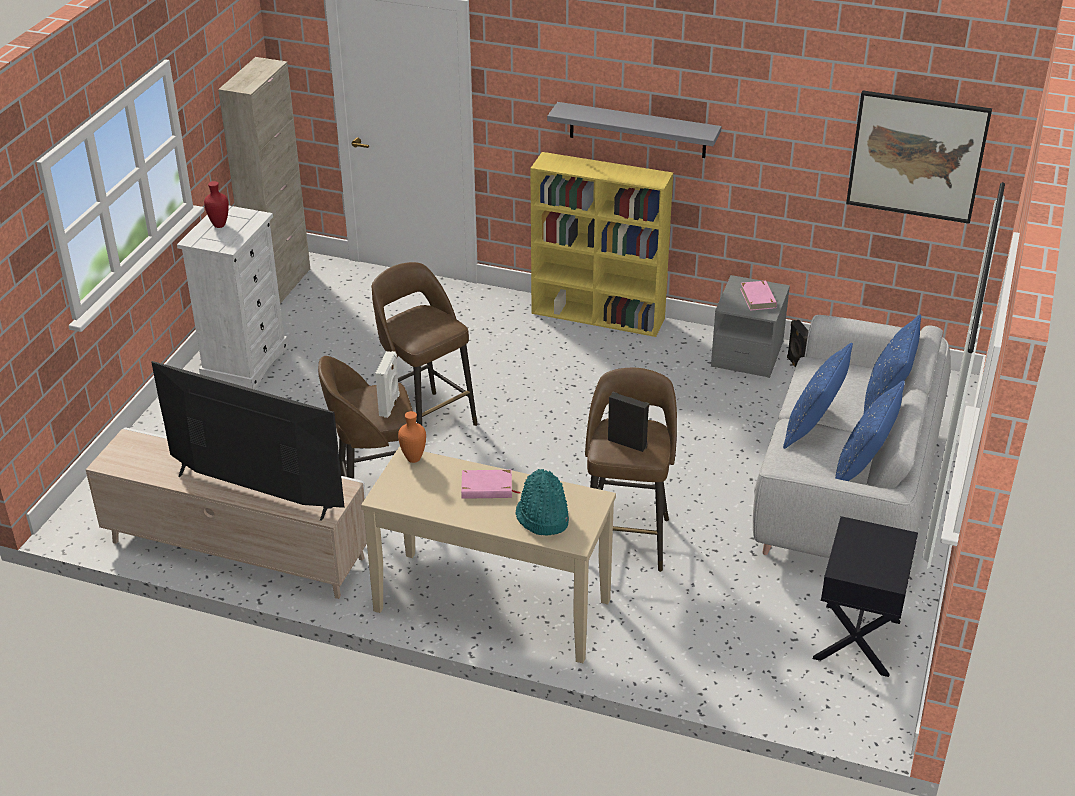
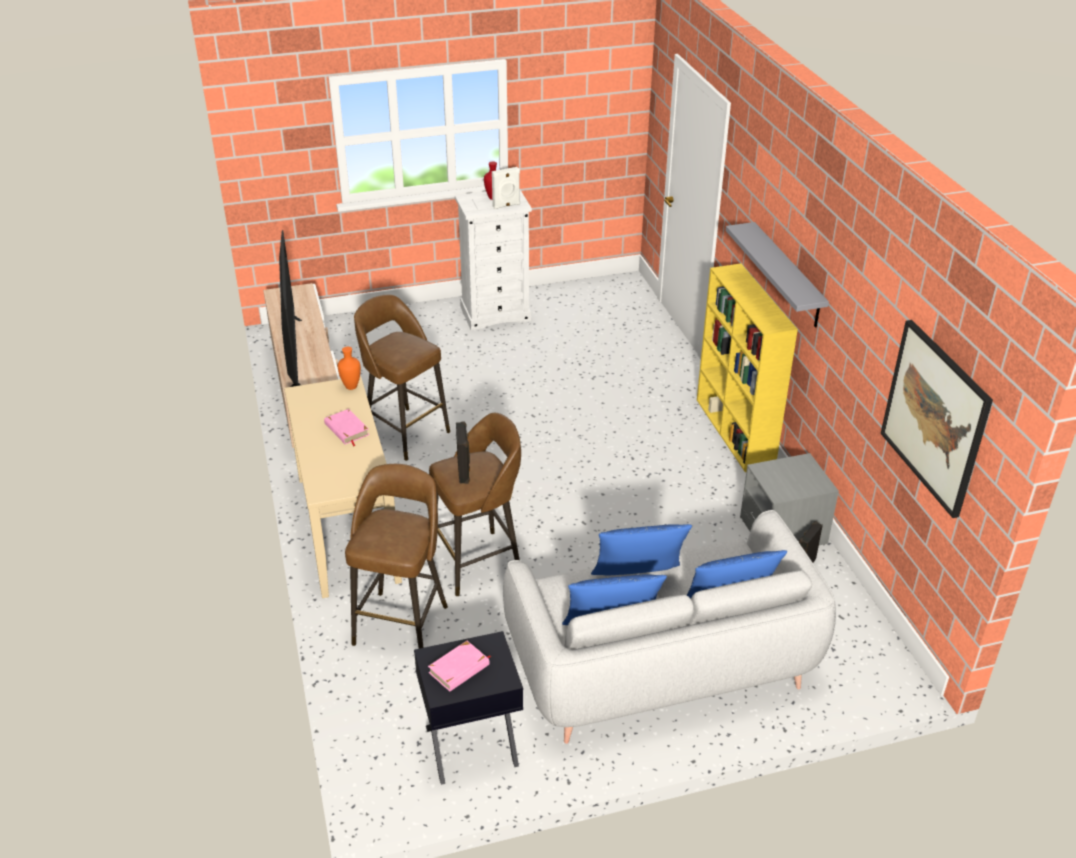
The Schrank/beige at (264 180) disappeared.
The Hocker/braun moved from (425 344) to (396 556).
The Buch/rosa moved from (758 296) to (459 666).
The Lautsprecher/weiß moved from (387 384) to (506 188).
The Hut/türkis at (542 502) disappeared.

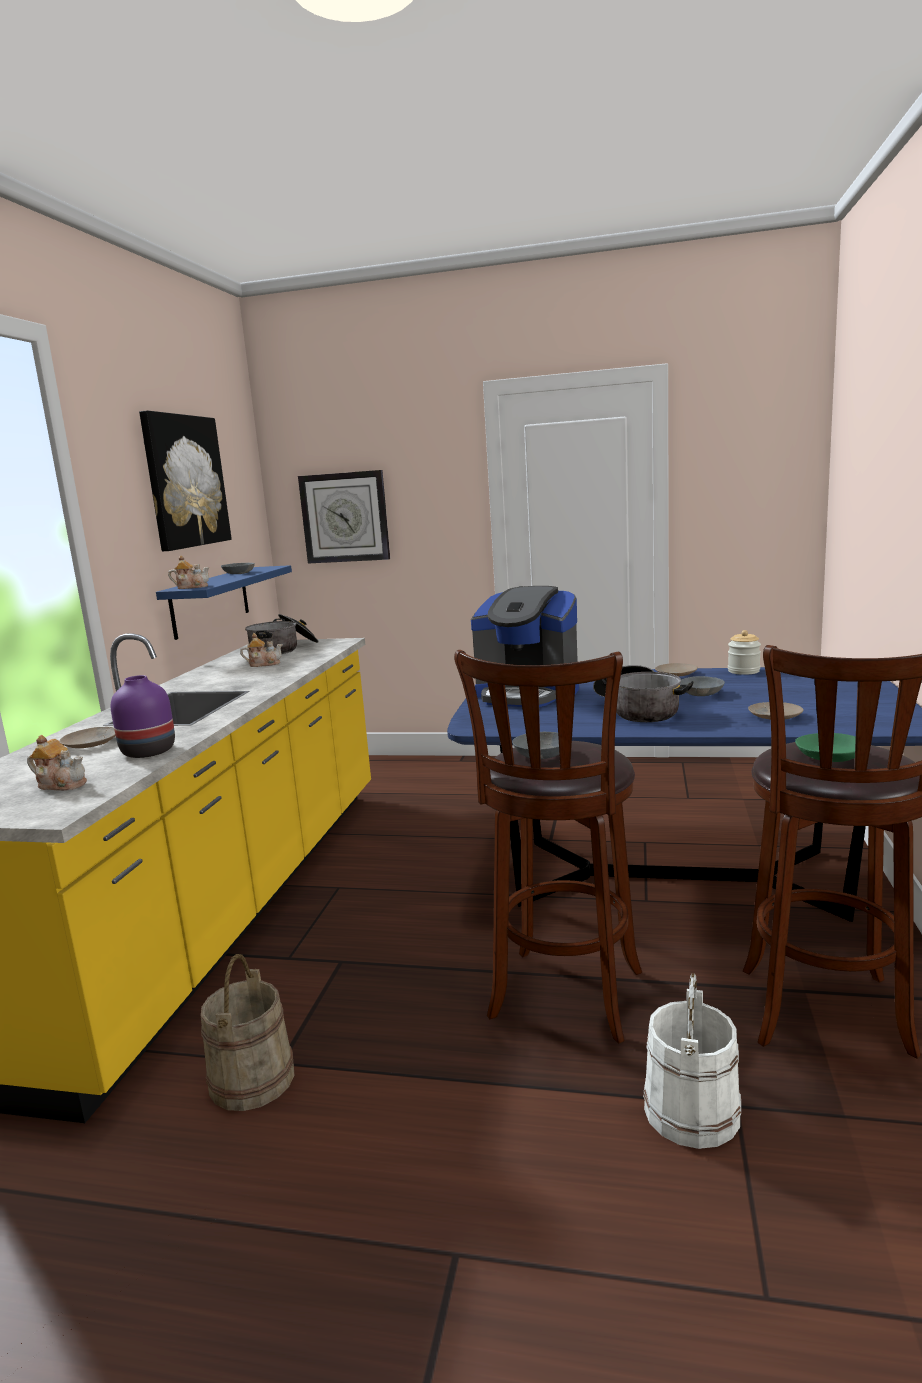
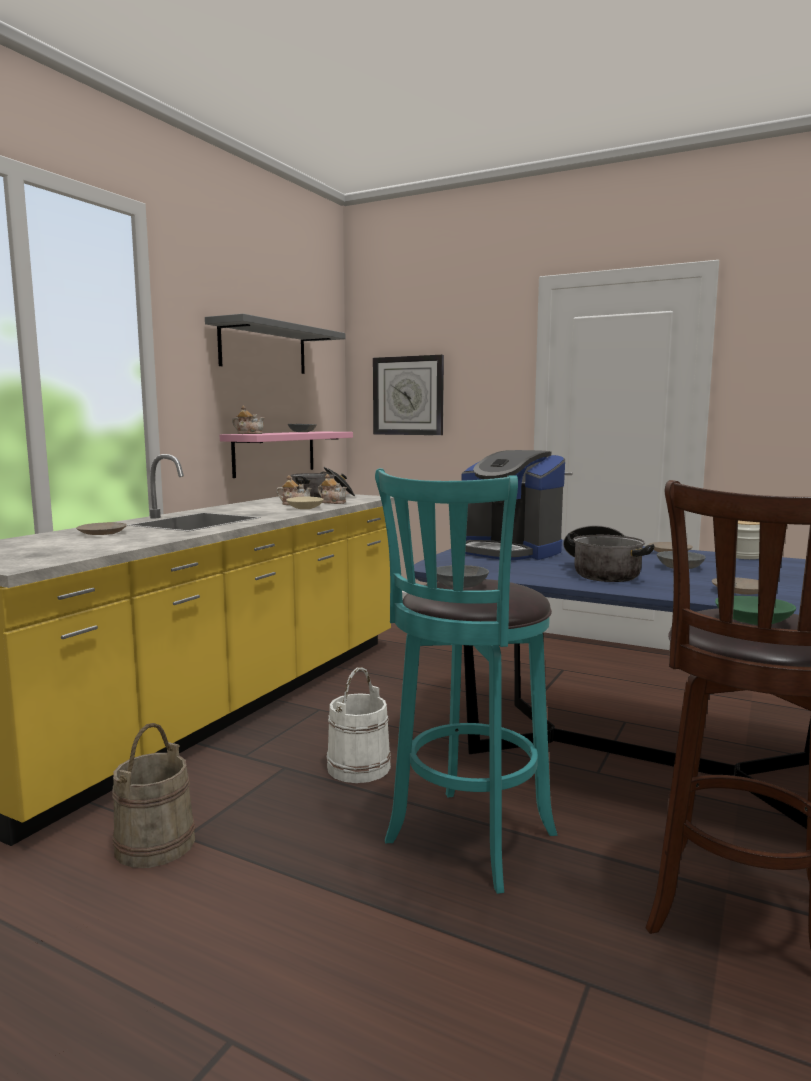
The Bild at (185 480) was replaced by the Wandregal/grau at (275 344).
The Wandregal/blau at (224 602) became the Wandregal/rosa at (286 454).
The Hocker/braun at (548 847) became the Hocker/türkis at (466 681).
The Vase/lila at (143 716) disappeared.
The Teekanne moved from (57 763) to (332 489).
The Eimer/weiß moved from (692 1061) to (359 725).
The Schüssel/beige at (305 503) appeared.

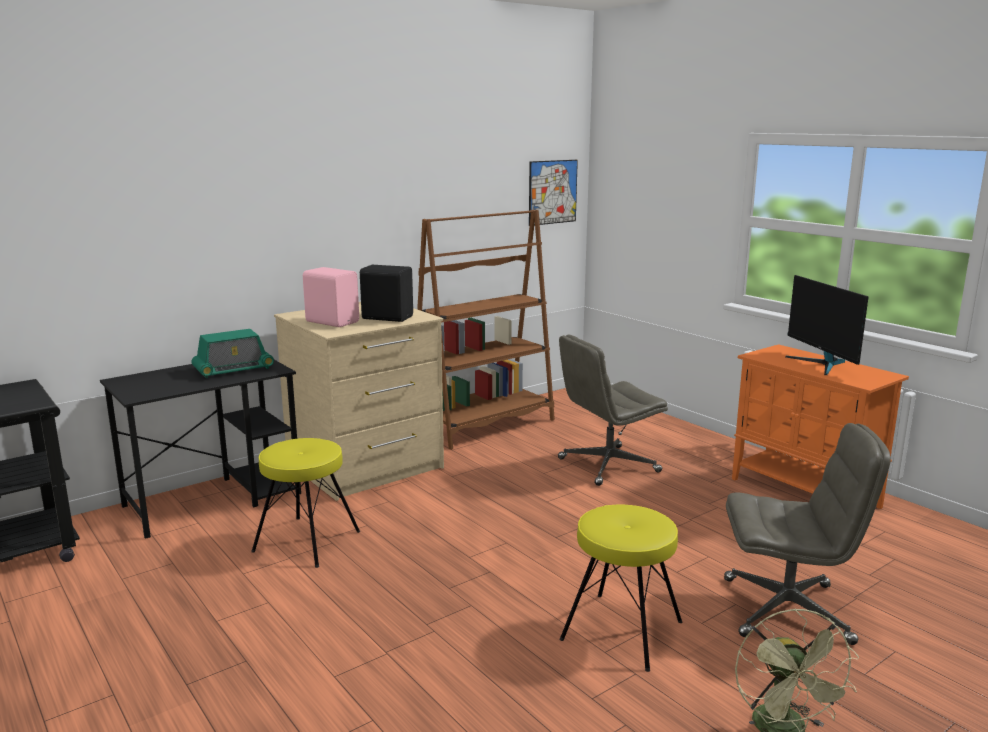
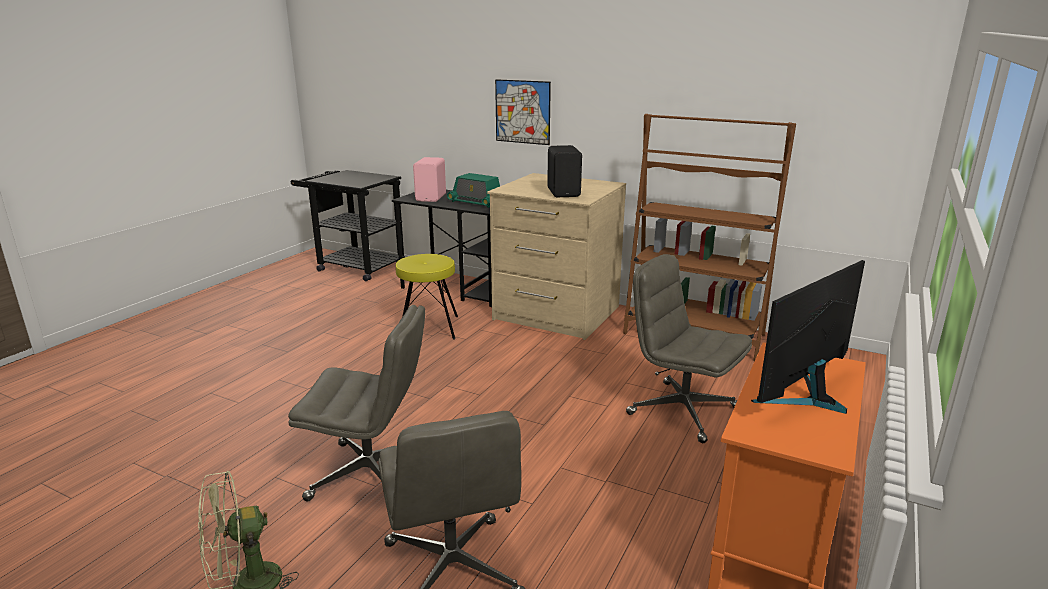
The Bild moved from (553 193) to (523 112).
The Lautsprecher/rosa moved from (331 297) to (429 179).
The Hocker/gelb at (621 588) was replaced by the Bürostuhl/grau at (356 403).

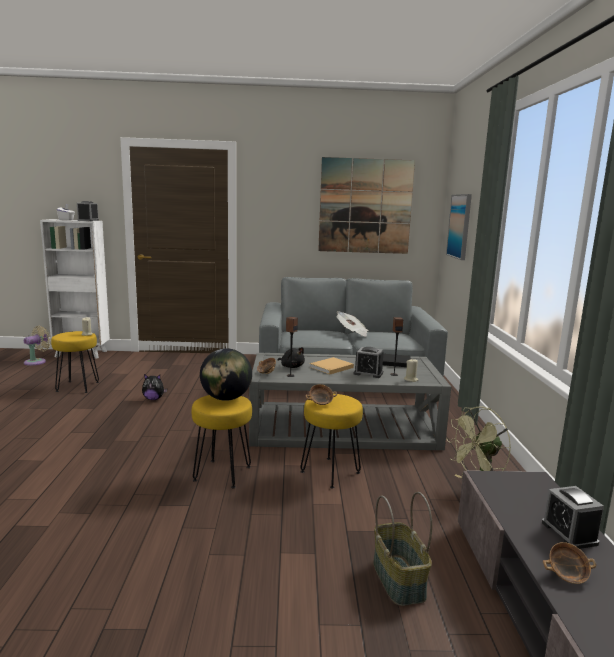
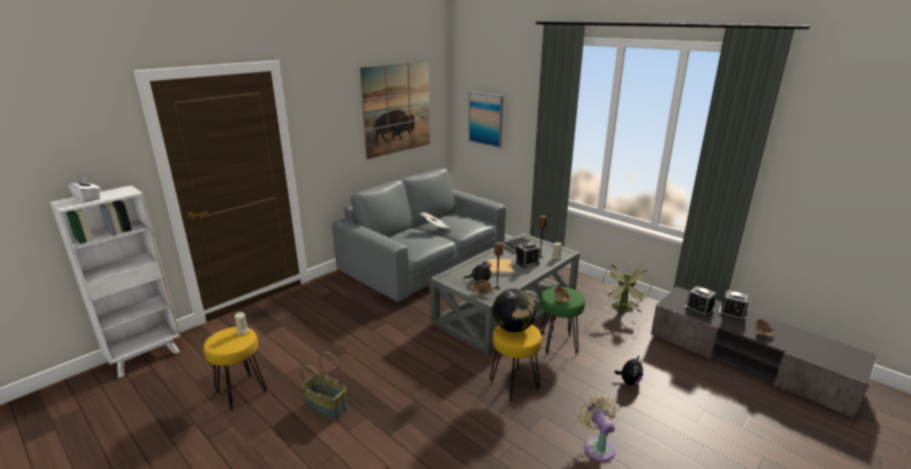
The Wecker moved from (88 211) to (700 301).
The Ventilator/beige moved from (37 346) to (597 428).
The Plüschtier moved from (154 387) to (628 370).
The Hocker/gelb at (331 441) became the Hocker/grün at (562 320).
The Korb moved from (402 549) to (324 386).

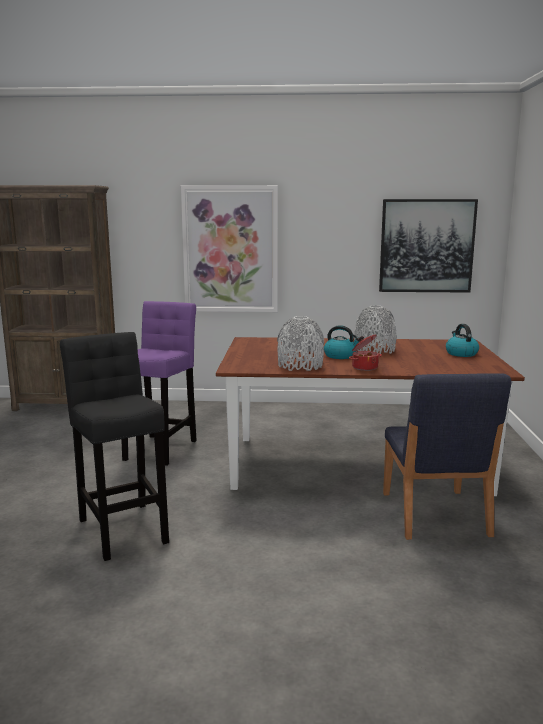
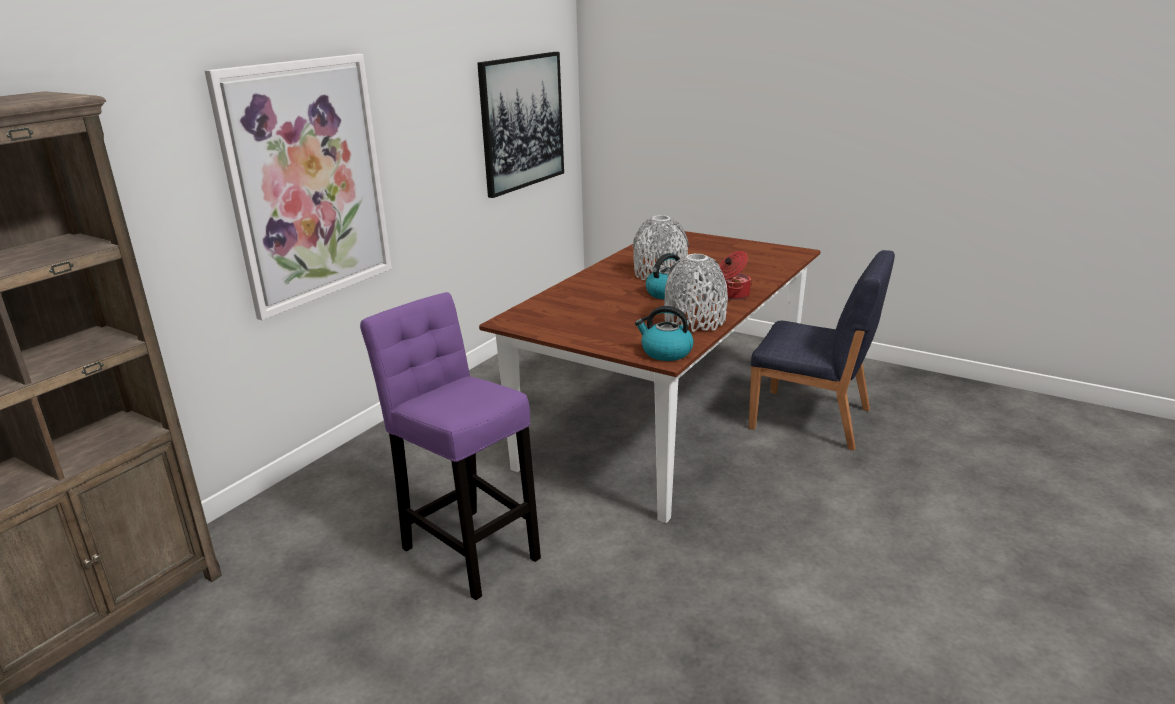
The Wasserkessel moved from (462 340) to (664 333).
The Hocker/schwarz at (114 446) disappeared.

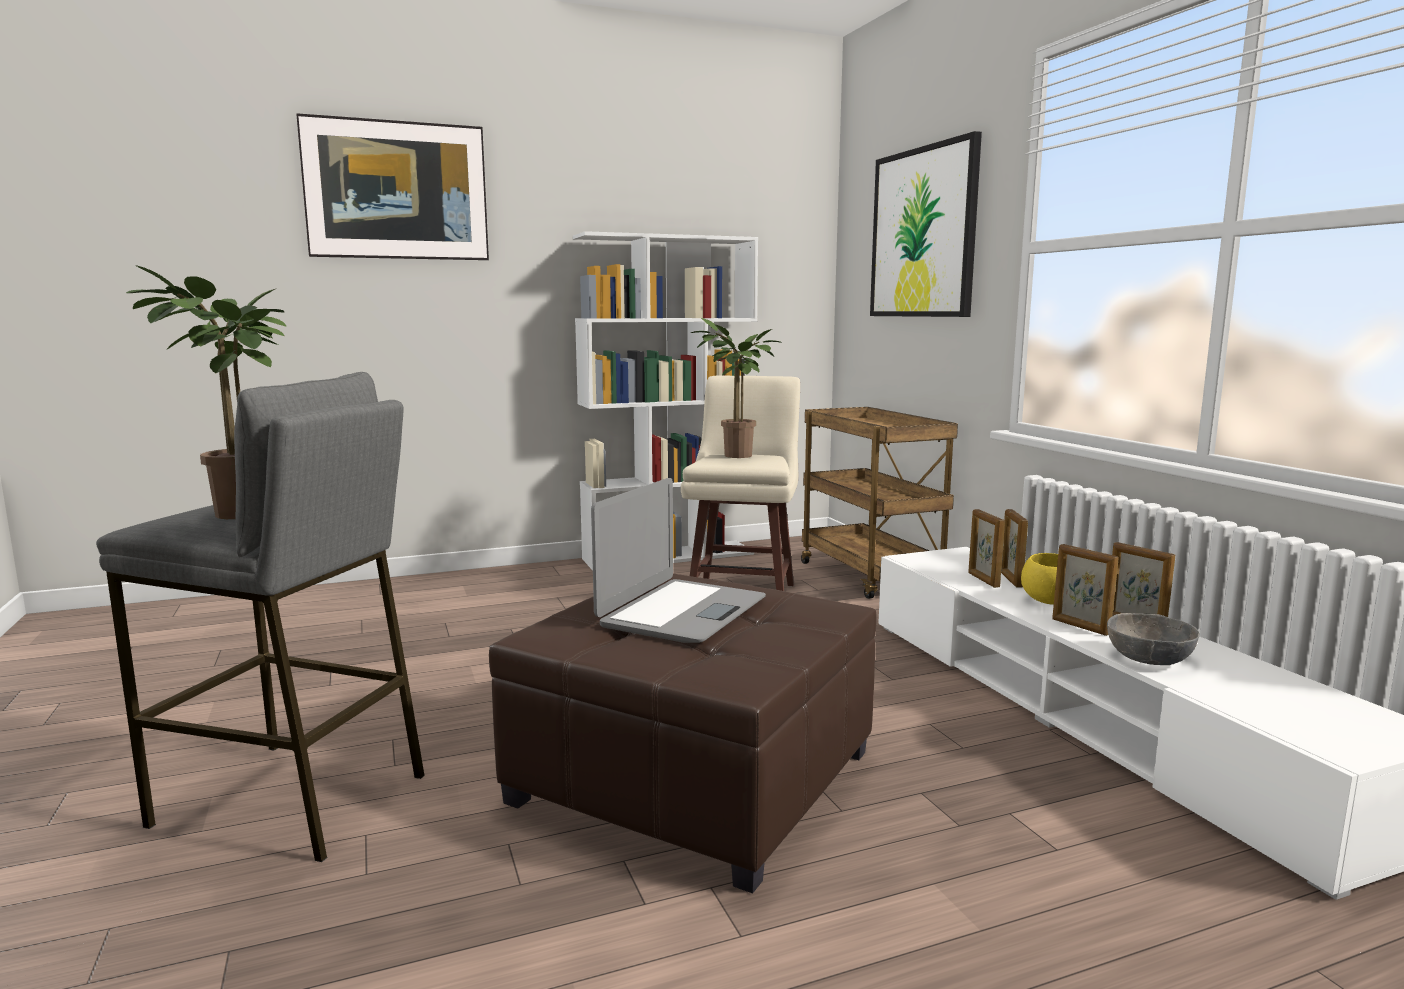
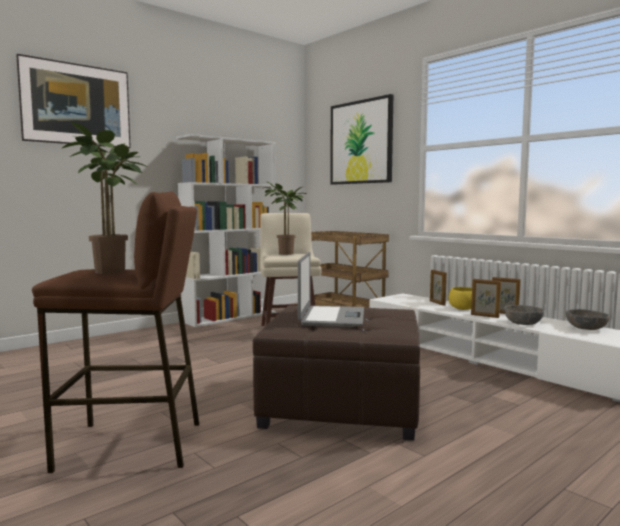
The Hocker/grau at (260 617) became the Hocker/braun at (115 332).
The Bilderrahmen at (986 548) disappeared.
The Schüssel/grau at (588 319) appeared.

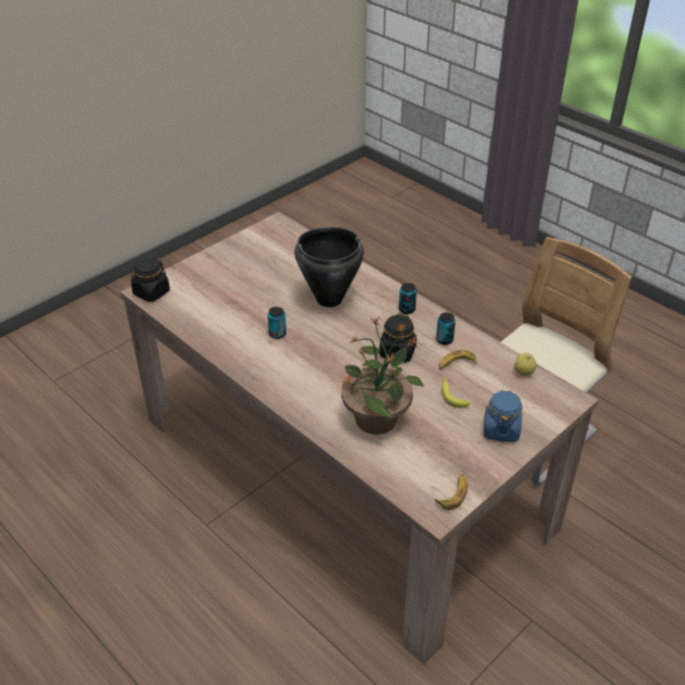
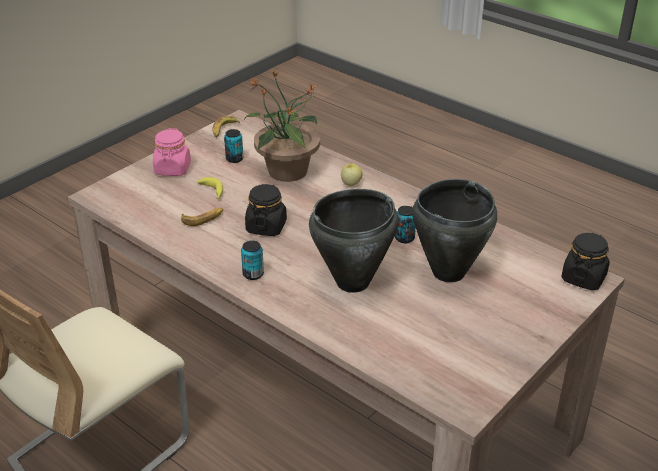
The Dose moved from (446 329) to (234 146).
The Apfel moved from (525 364) to (352 174).
The Vorratsglas/blau at (503 415) became the Vorratsglas/rosa at (172 152).
The Kochtopf/schwarz at (454 230) appeared.

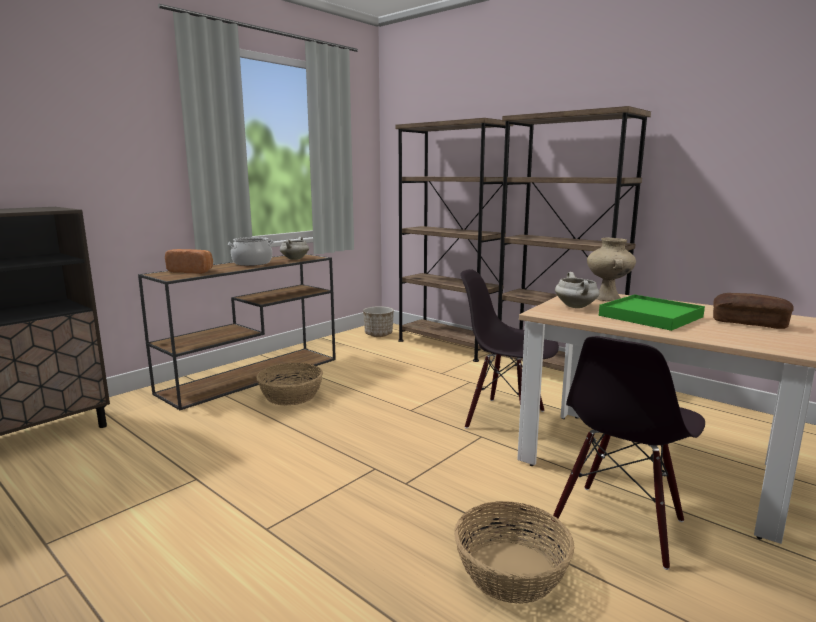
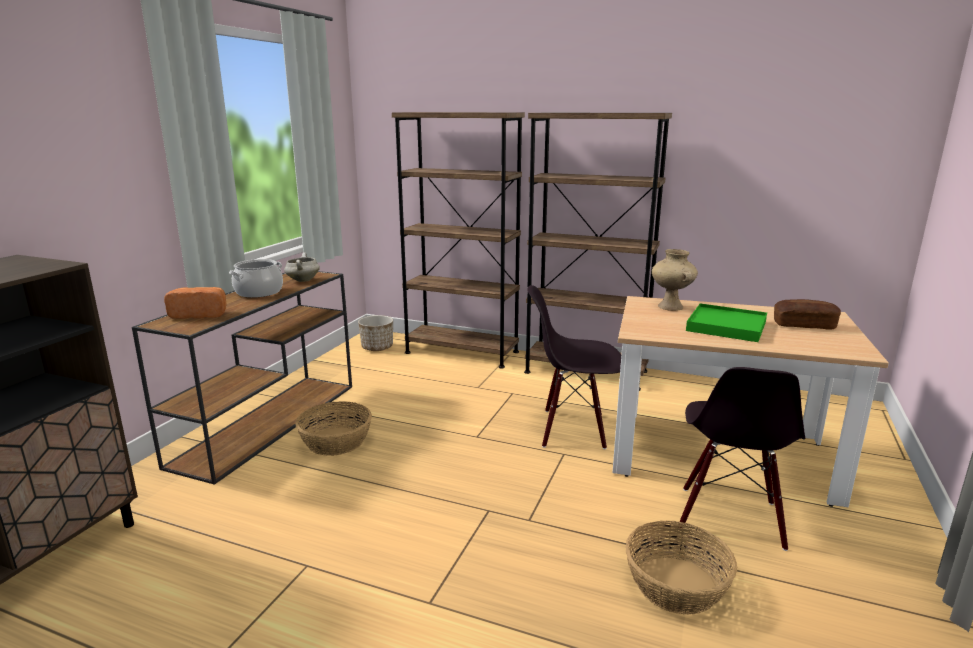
The Kochtopf/weiß at (577 290) disappeared.

